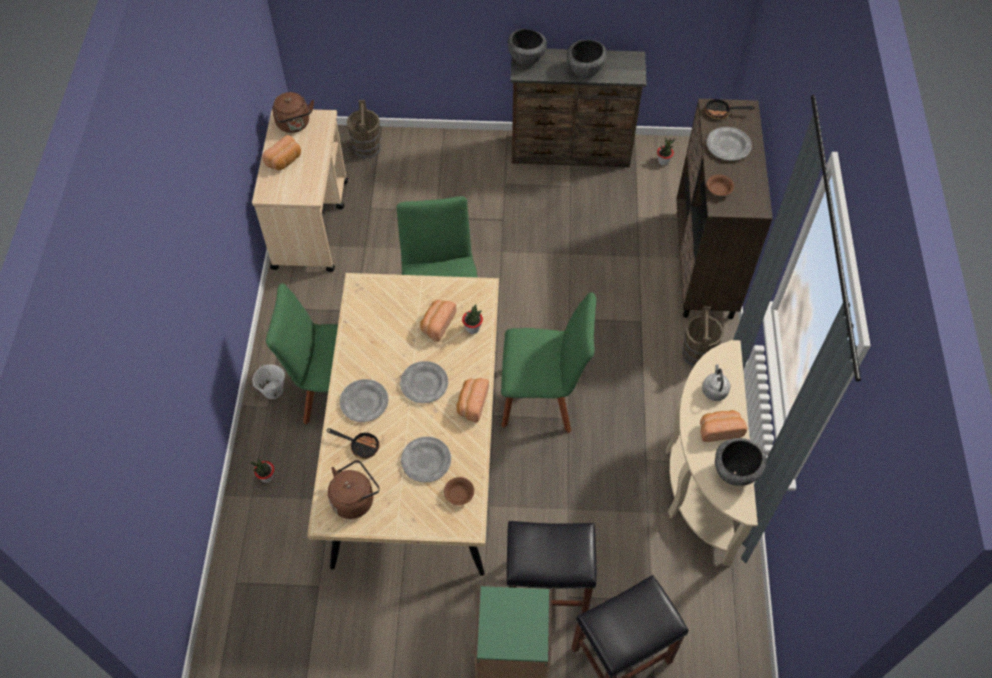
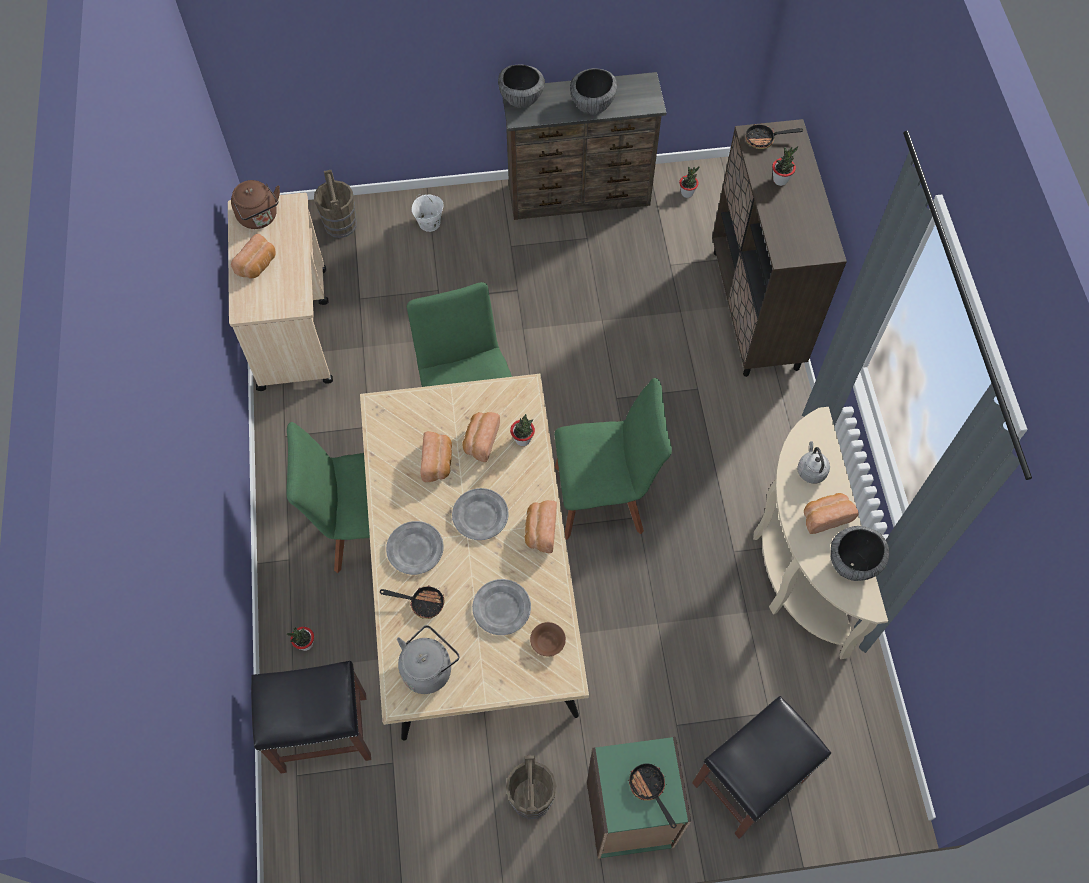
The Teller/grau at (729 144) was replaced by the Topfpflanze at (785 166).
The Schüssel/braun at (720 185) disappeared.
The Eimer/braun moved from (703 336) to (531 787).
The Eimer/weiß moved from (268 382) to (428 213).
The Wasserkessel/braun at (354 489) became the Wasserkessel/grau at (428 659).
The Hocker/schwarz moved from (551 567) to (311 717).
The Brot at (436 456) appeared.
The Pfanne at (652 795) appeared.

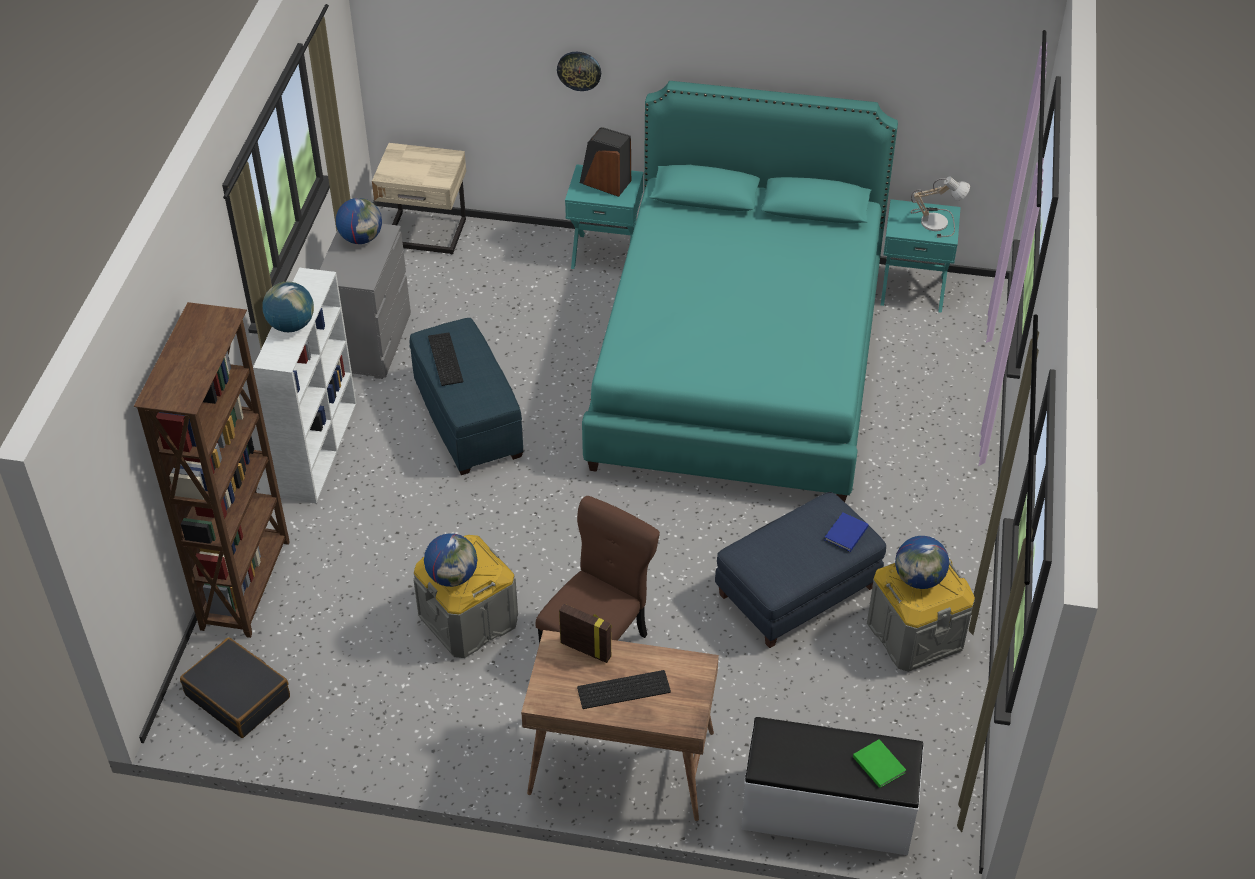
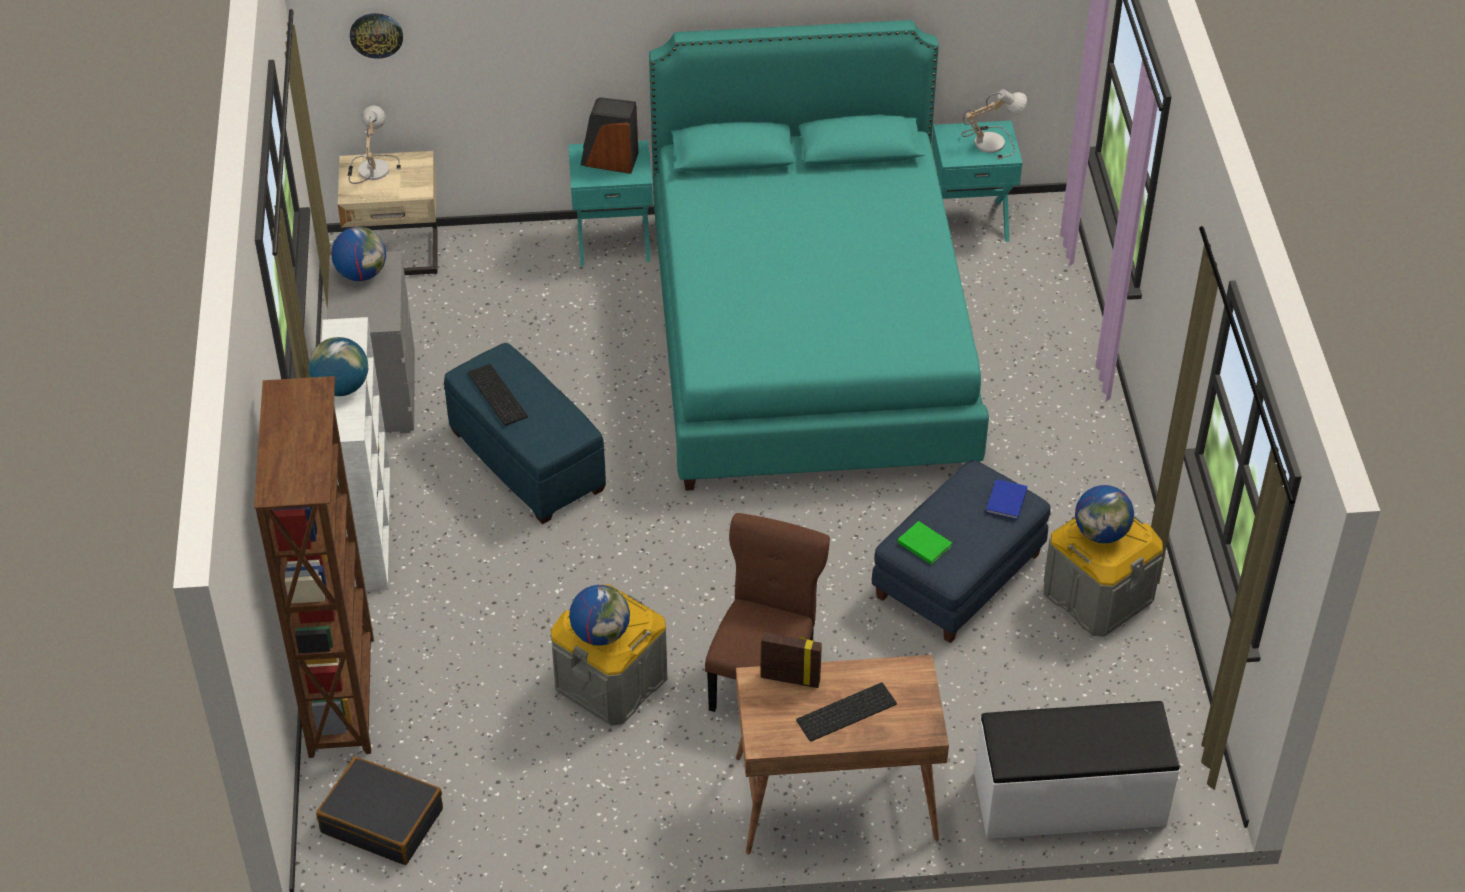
The Wanduhr moved from (579 71) to (376 36).
The Buch/grün moved from (879 763) to (924 543).
The Tischlampe at (374 144) appeared.

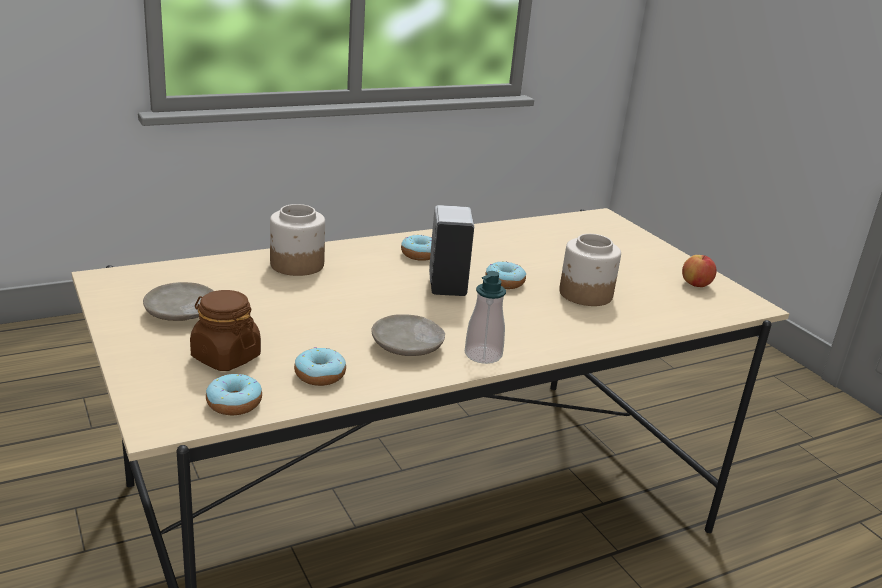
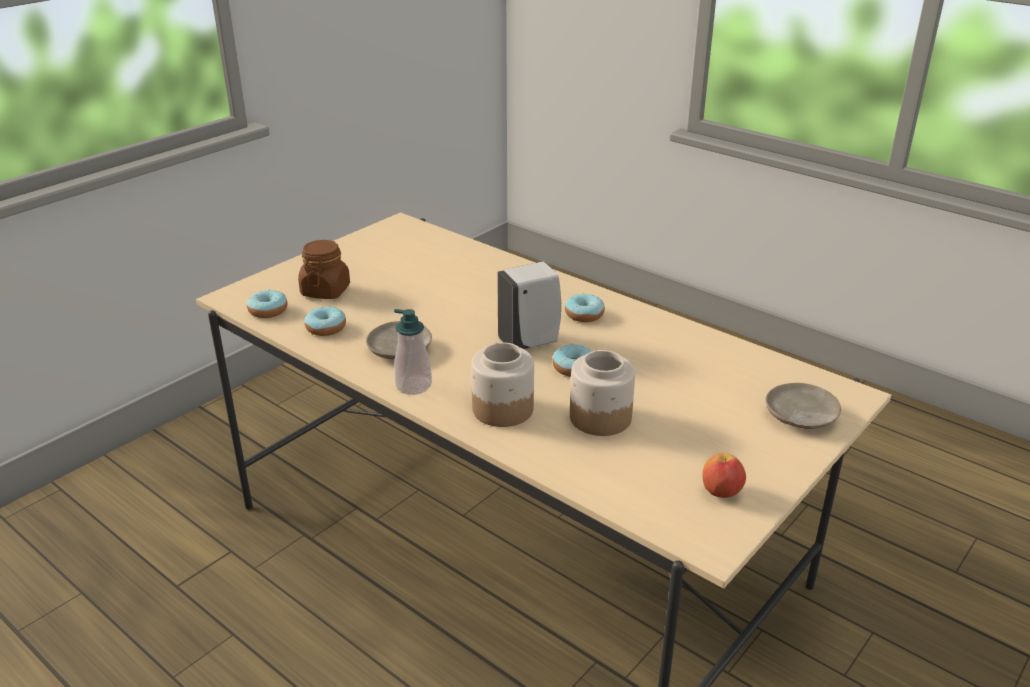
The Vorratsglas moved from (297 240) to (502 384).
The Teller/beige moved from (178 301) to (803 406).

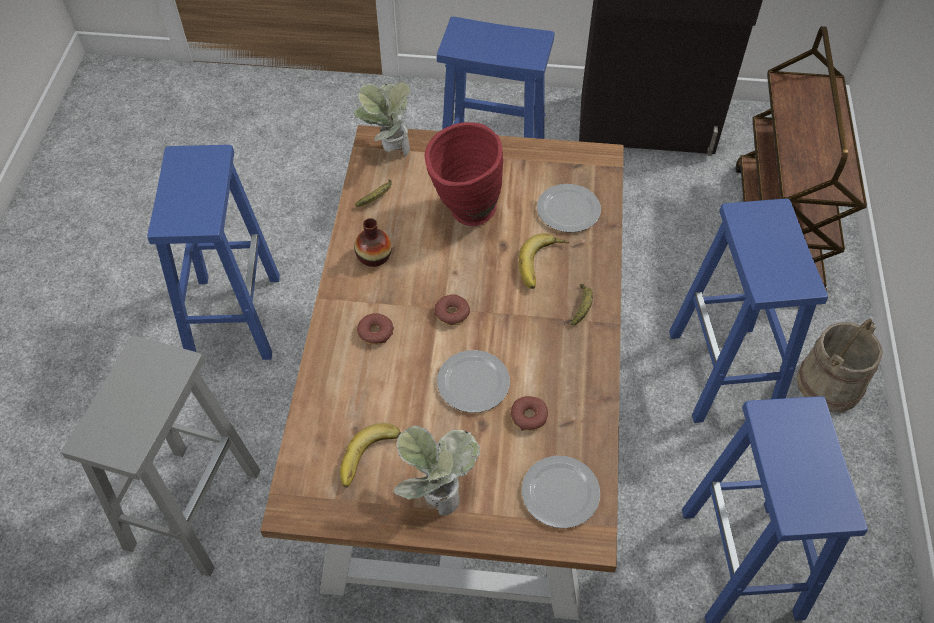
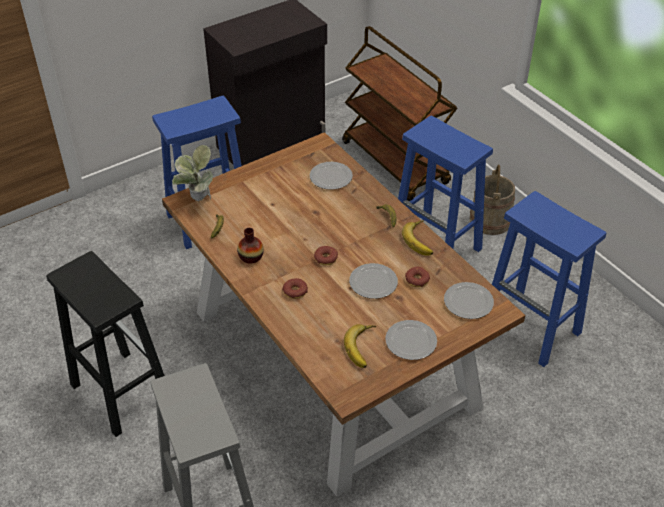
The Vase/rot at (463 174) disappeared.
The Hocker/blau at (213 252) became the Hocker/schwarz at (105 344).
The Banane moved from (544 261) to (417 238).
The Topfpflanze at (436 471) was replaced by the Teller at (411 340).

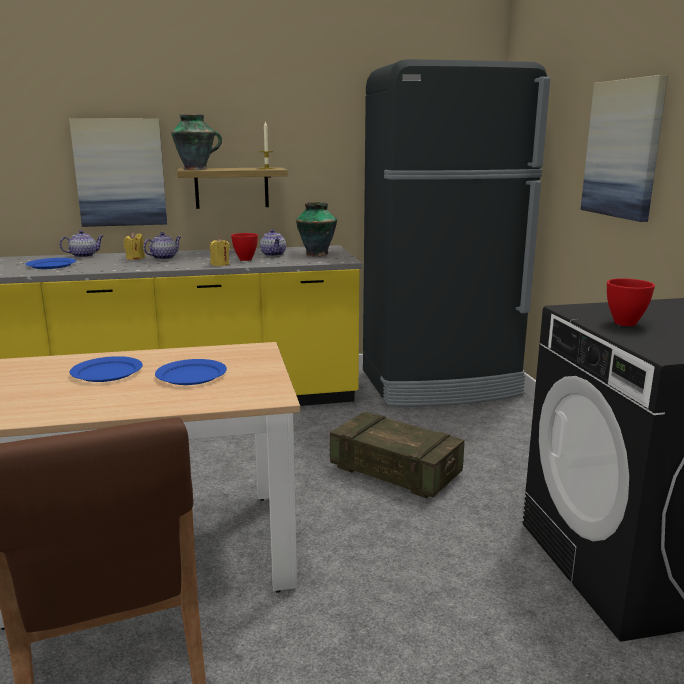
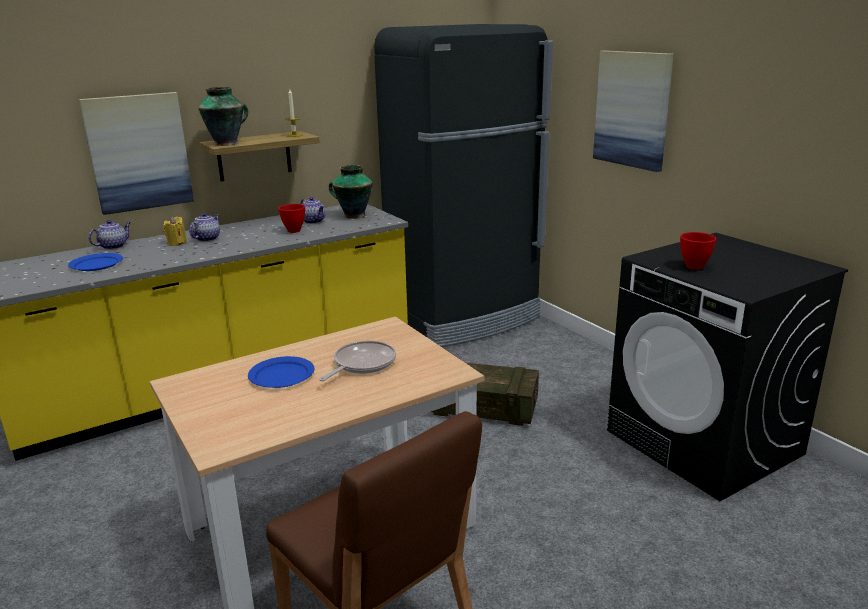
The Kerze/gelb at (220 251) disappeared.
The Teller/blau at (191 372) was replaced by the Pfanne at (357 360).

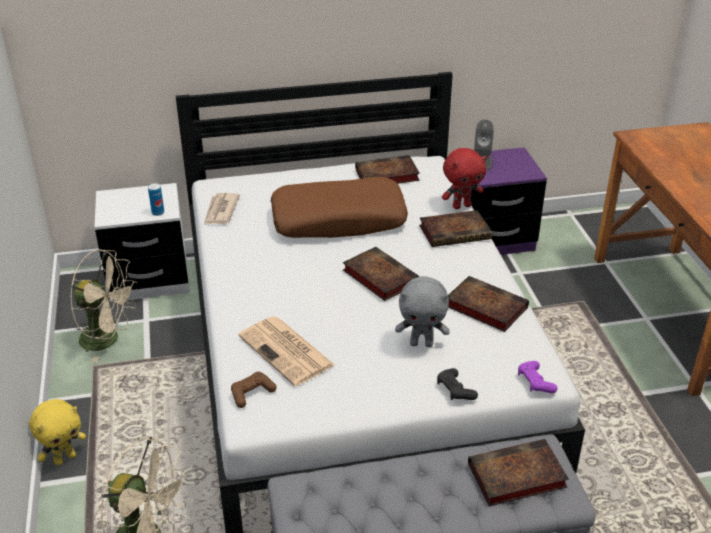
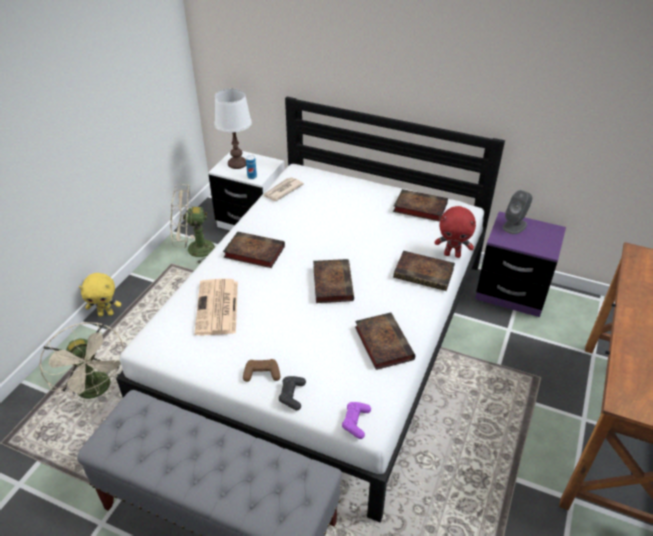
The Kissen/braun at (339 207) disappeared.
The Ventilator/beige at (103 306) turned 120 degrees clockwise.
The Plüschtier/grau at (422 311) disappeared.
The Gamepad/braun moved from (254 390) to (261 370).
The Buch moved from (518 472) to (254 250).
The Tischlampe/weiß at (233 128) appeared.

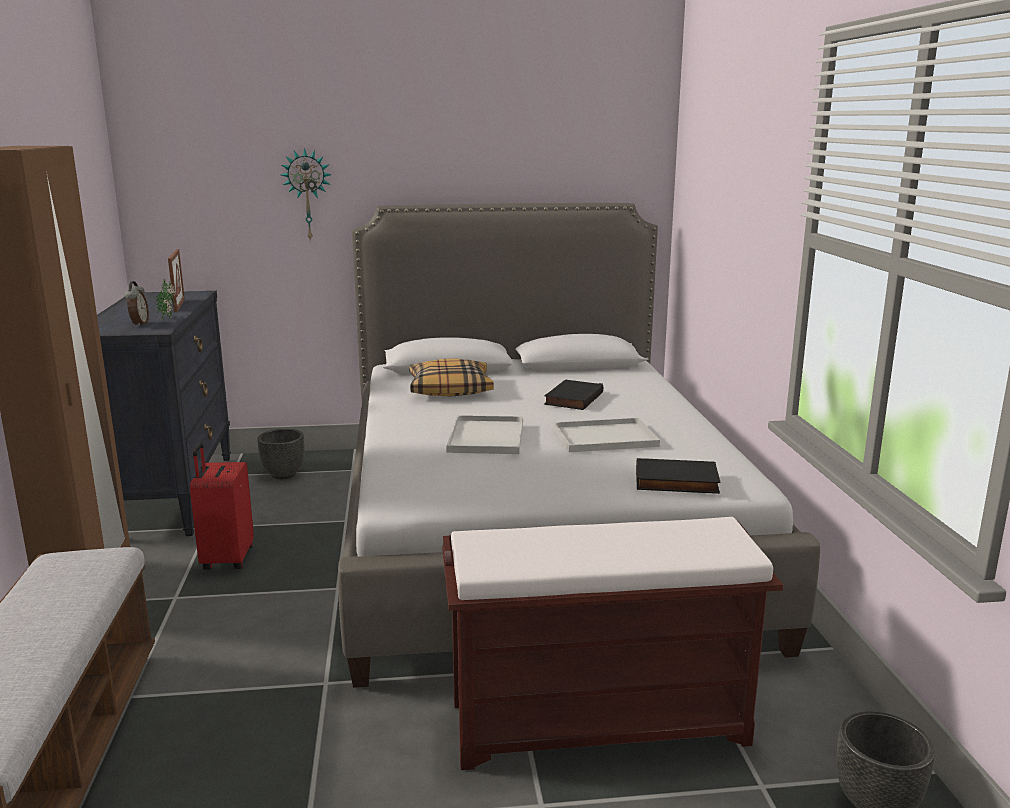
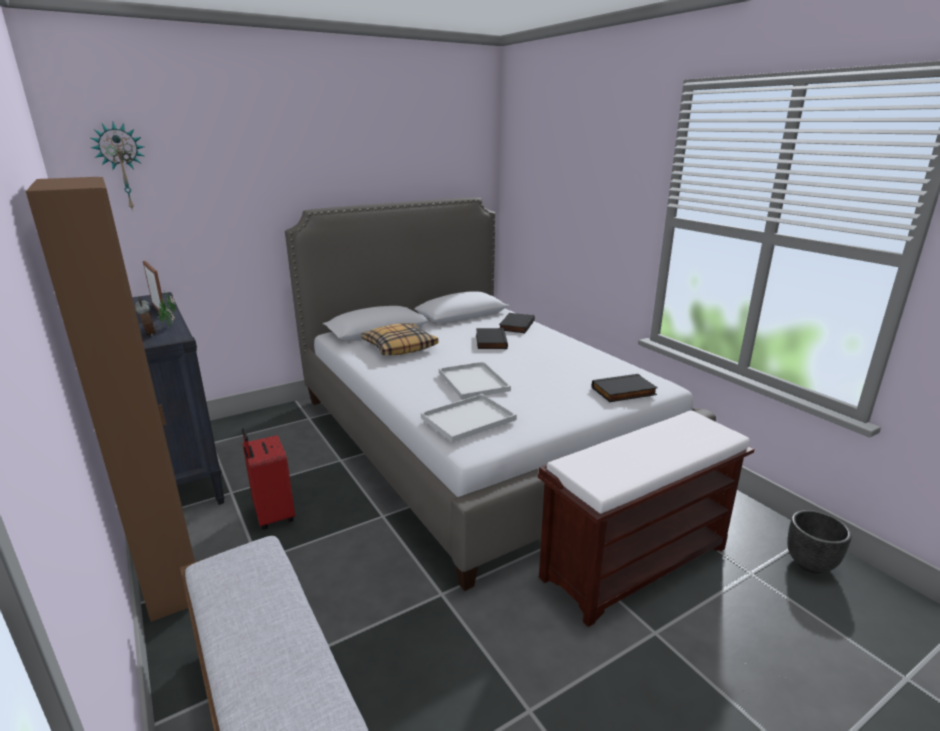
The Wanduhr moved from (306 195) to (117 166).
The Tablett/weiß moved from (606 435) to (469 418).
The Pflanzkübel/schwarz at (281 454) disappeared.
The Buch/schwarz at (517 323) appeared.

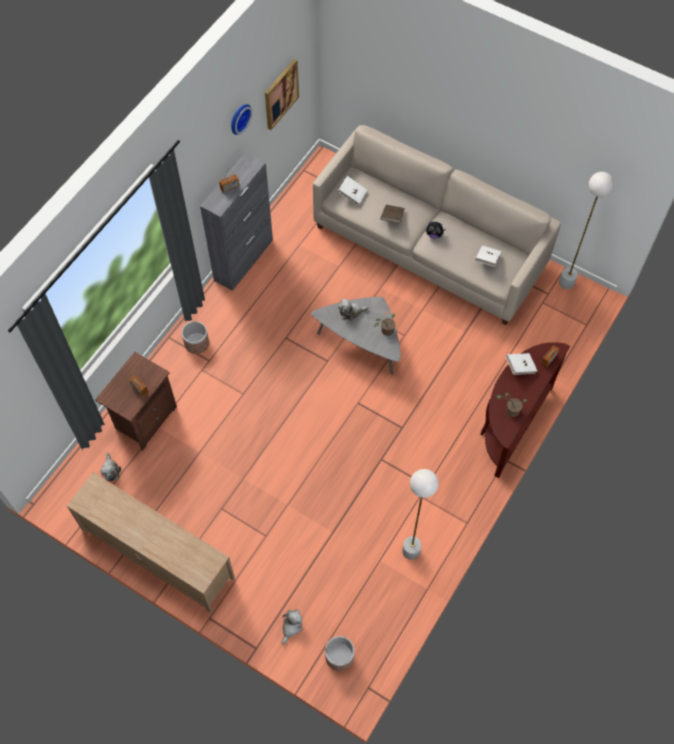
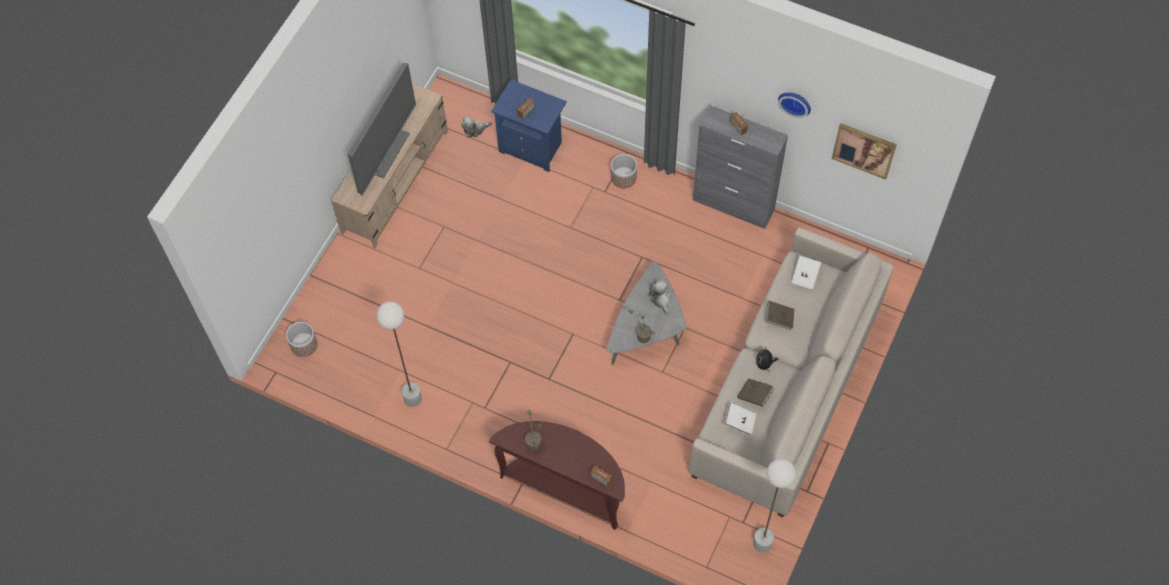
The Nachttisch/braun at (136 401) became the Nachttisch/blau at (529 126).
The Buch/weiß at (521 364) disappeared.
The Plüschtier at (292 626) disappeared.
The Fernseher at (382 129) appeared.
The Buch/braun at (755 392) appeared.

